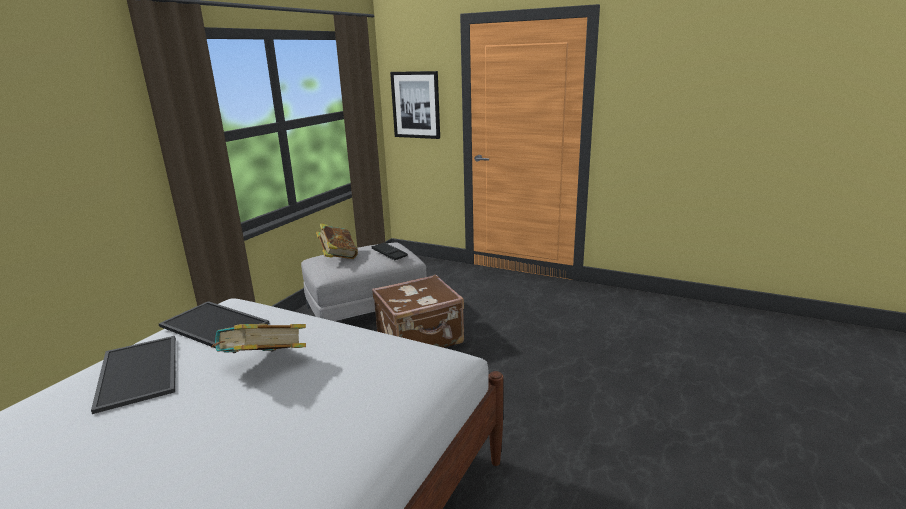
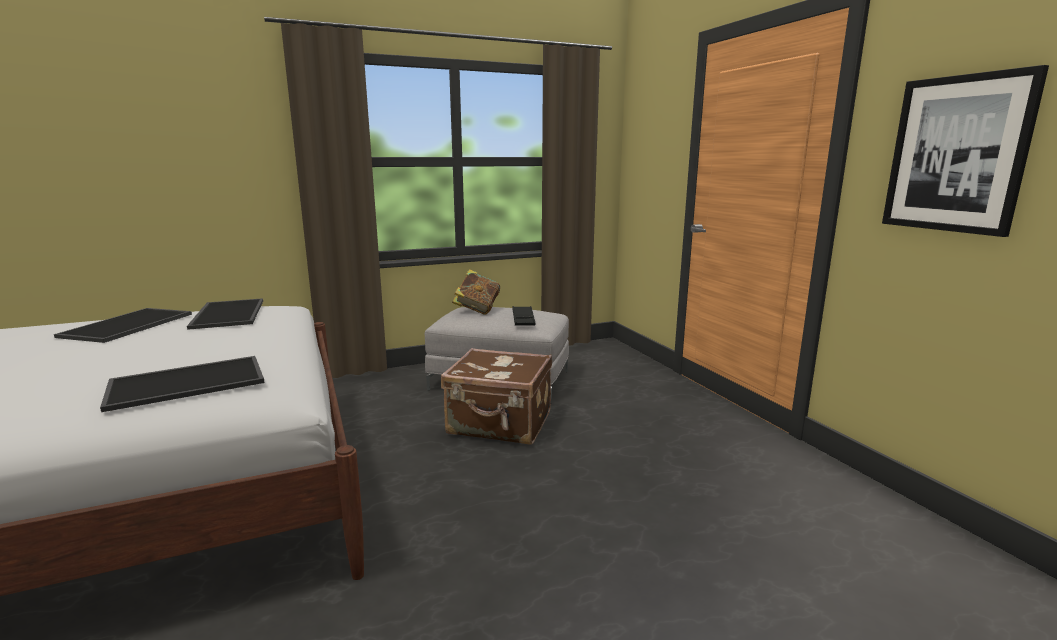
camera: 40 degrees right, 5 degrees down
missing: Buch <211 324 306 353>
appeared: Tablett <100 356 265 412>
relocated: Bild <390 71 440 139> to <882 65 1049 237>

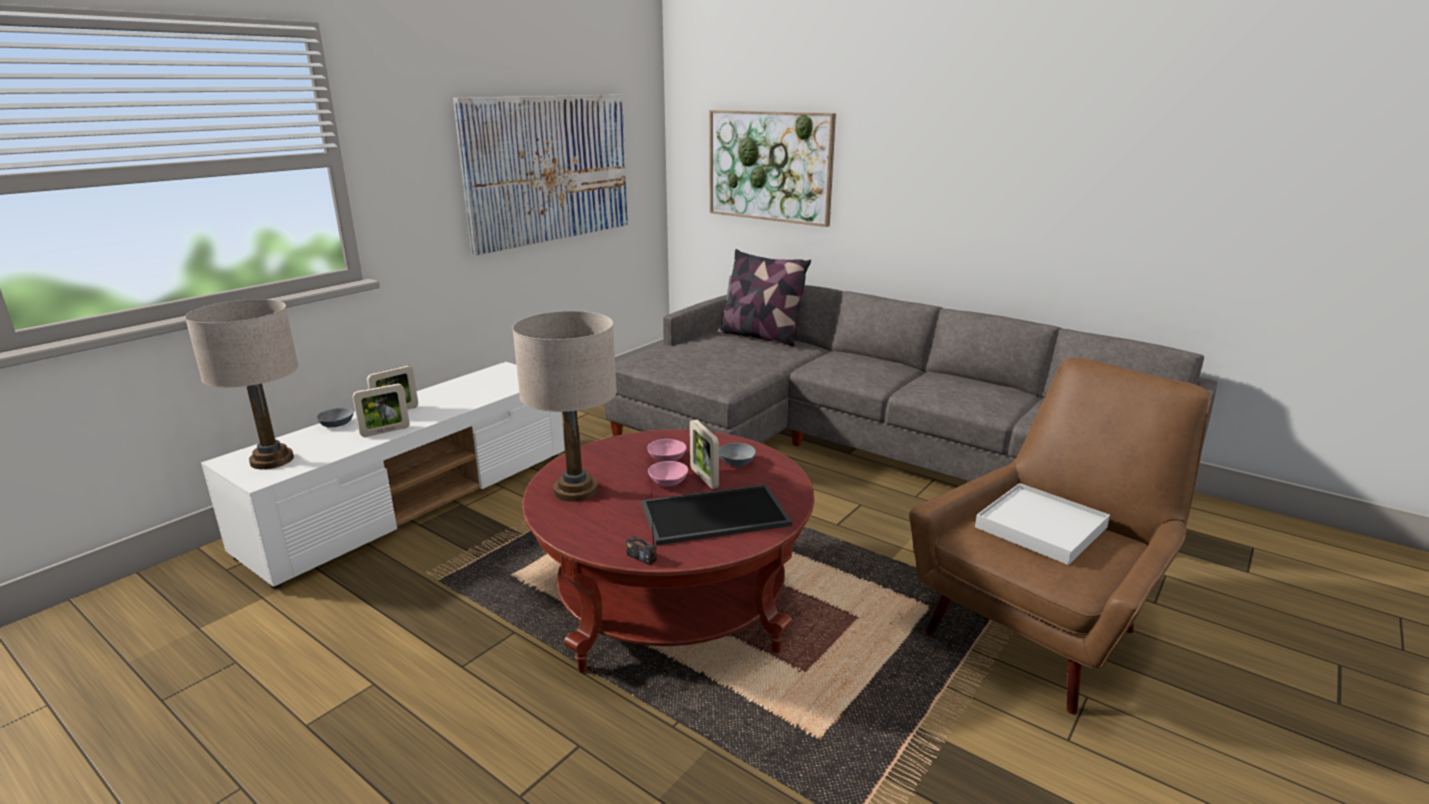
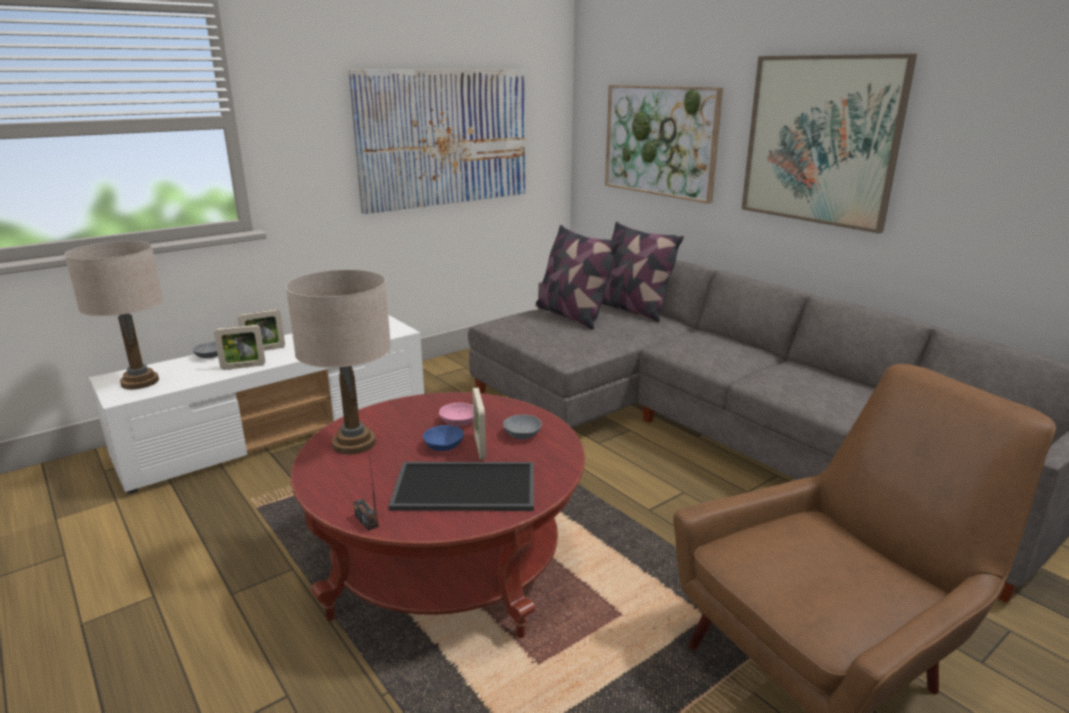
camera: 15 degrees right, 0 degrees up
missing: Tablett (weiß) <975 483 1110 565>
appeared: Kissen <535 225 620 329>; Bild <741 54 917 234>
colour: Schüssel (rosa) <648 461 688 486> to Schüssel (blau) <423 425 464 451>

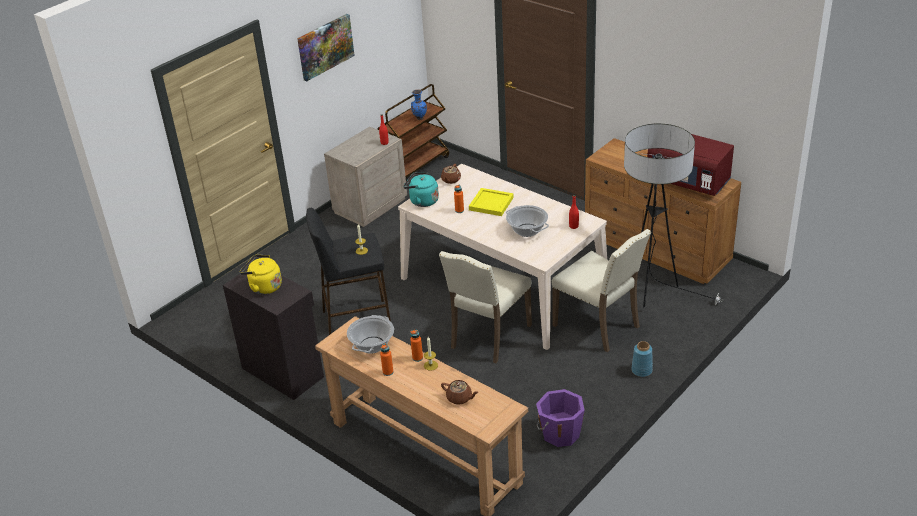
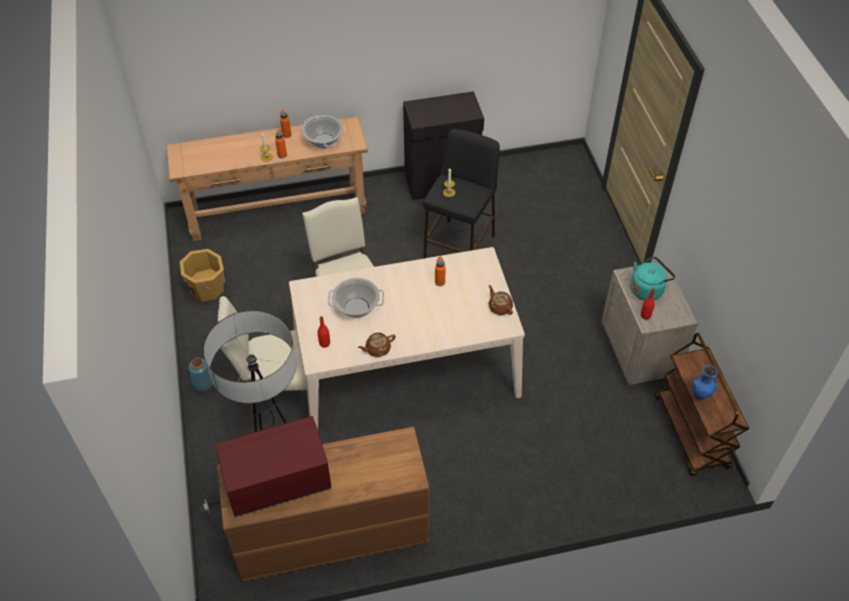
camera: 125 degrees right, 15 degrees up
missing: Wasserkessel (gelb) <239 255 282 295>; Bild <297 14 355 81>; Tablett (gelb) <469 188 514 216>
relocated: Wasserkessel (türkis) <403 172 439 207> to <631 257 675 301>; Teekanne (braun) <441 380 479 405> to <358 333 396 357>
colour: Eimer (lila) <536 389 585 447> to Eimer (orange) <180 249 225 302>

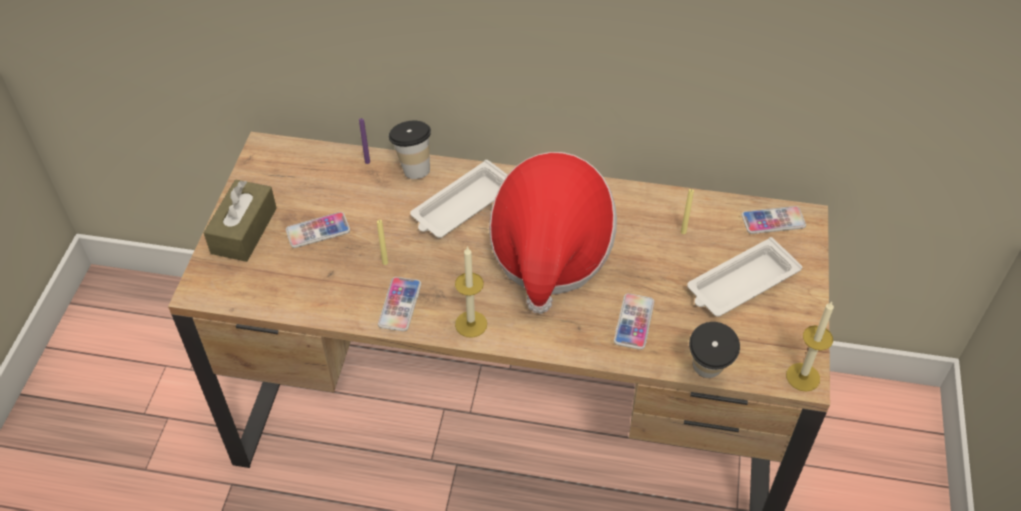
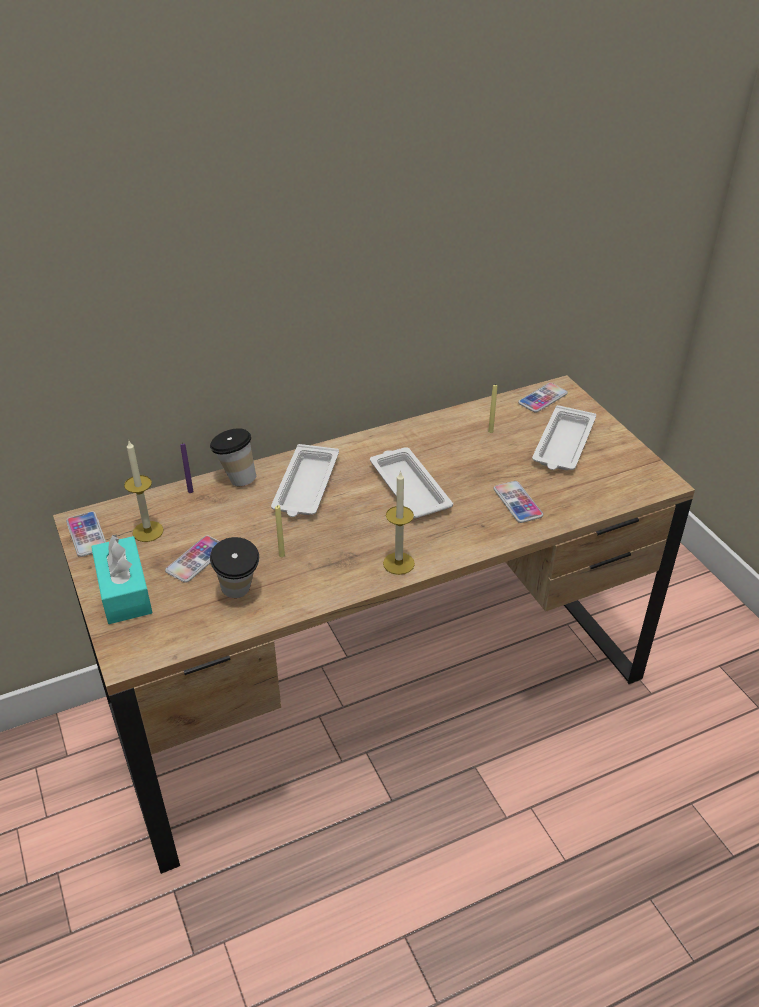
camera: 35 degrees left, 10 degrees down
relocated: Handy <378 277 421 331> to <66 512 106 557>; Tasse <689 322 740 378> to <210 537 259 598>; Kerze <786 302 834 392> to <124 441 164 542>
exchanged: Hut <489 152 617 314> to Tablett (weiß) <370 447 453 518>
colour: Taschentuchbox (braun) <204 179 277 262> to Taschentuchbox (türkis) <91 534 152 624>

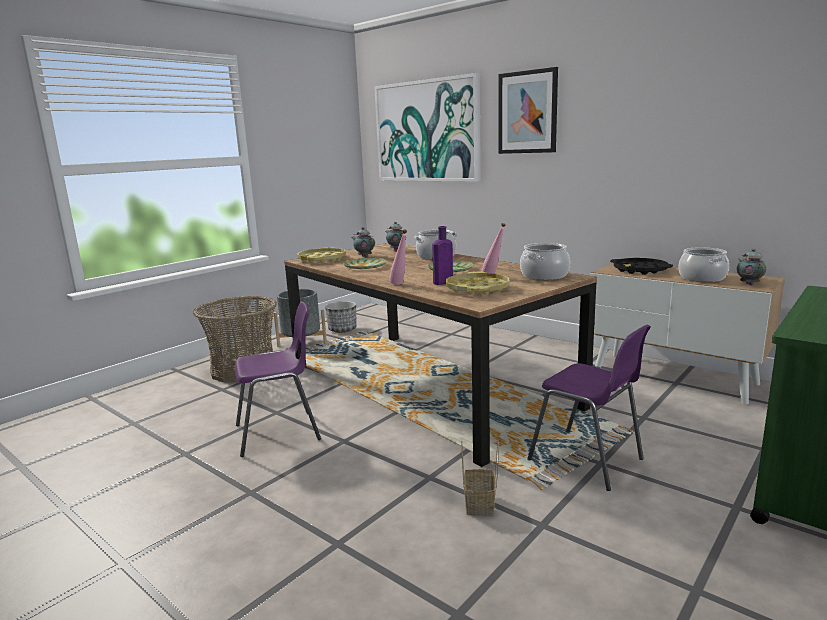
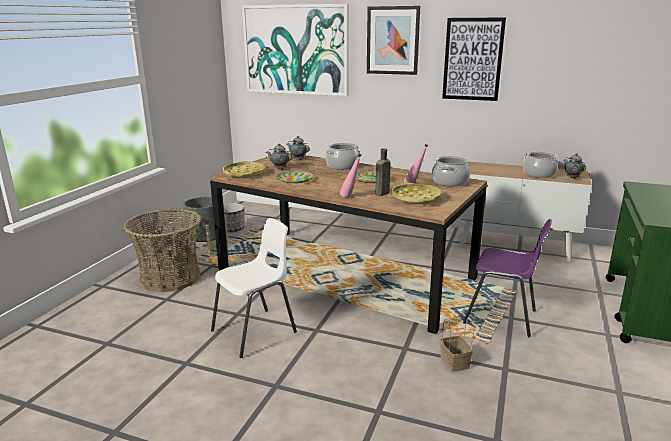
camera: 20 degrees left, 5 degrees up
missing: Tablett (schwarz) <610 258 673 275>
appeared: Bild <442 17 506 101>
colour: Stuhl (lila) <235 302 321 457> to Stuhl (weiß) <211 218 297 358>; Flasche (lila) <432 226 453 285> to Flasche (braun) <375 148 391 196>

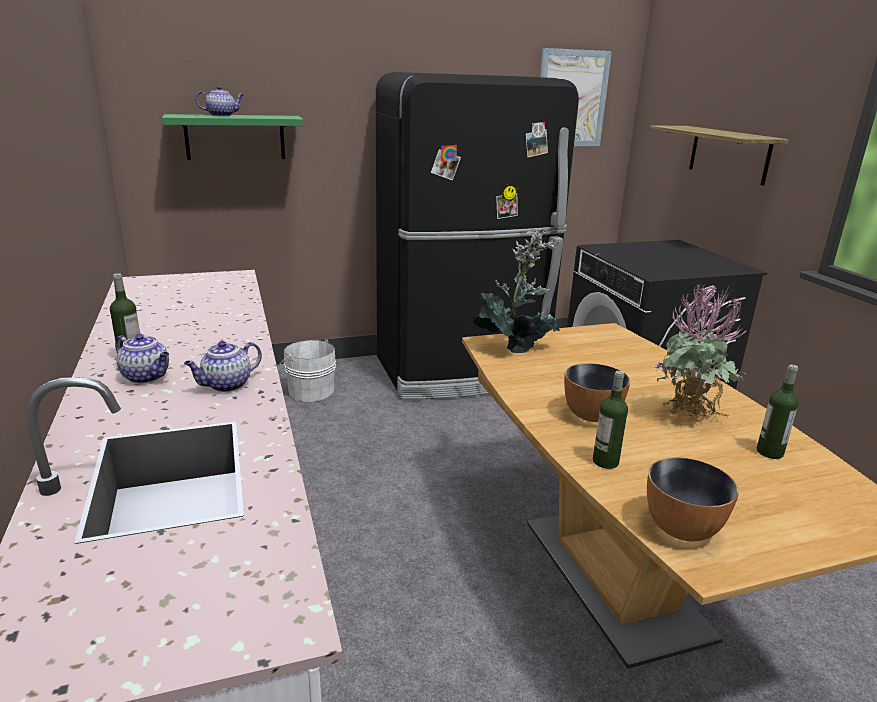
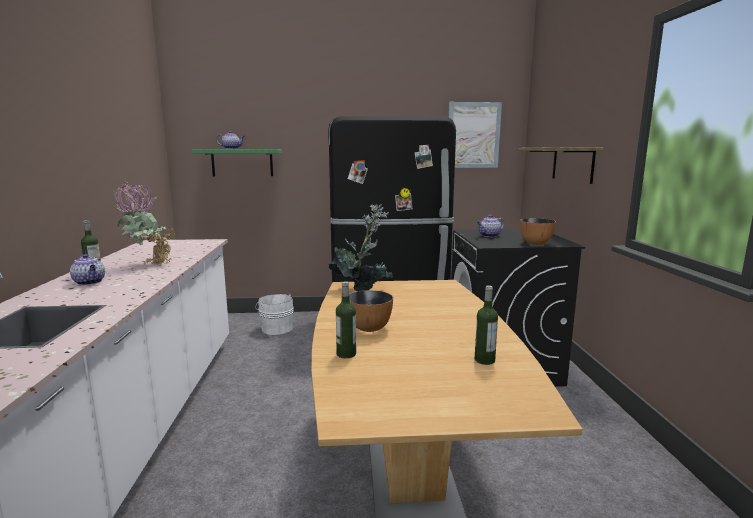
camera: 15 degrees right, 10 degrees down
relocated: Teekanne <184 341 262 392> to <476 215 504 237>; Schüssel <647 457 739 541> to <520 218 556 245>; Topfpflanze <654 283 747 421> to <113 181 177 265>

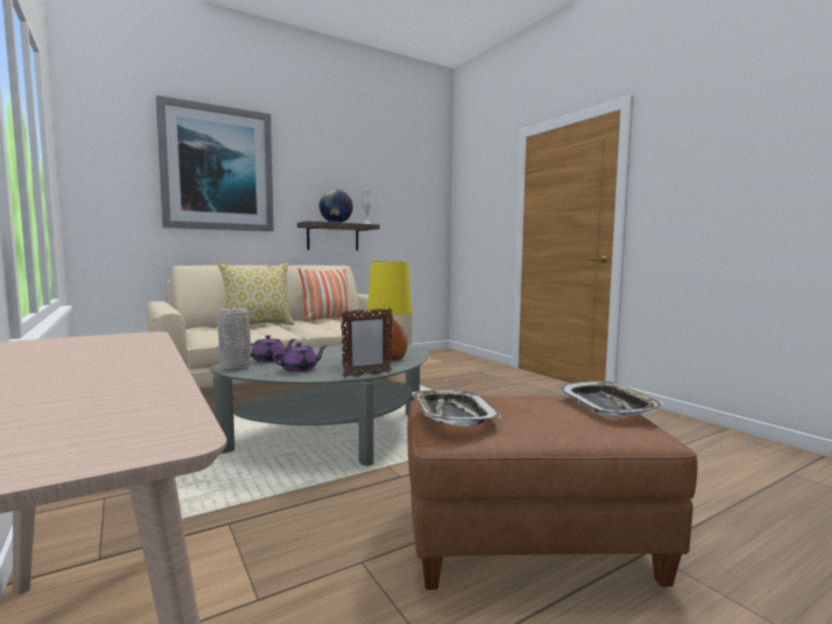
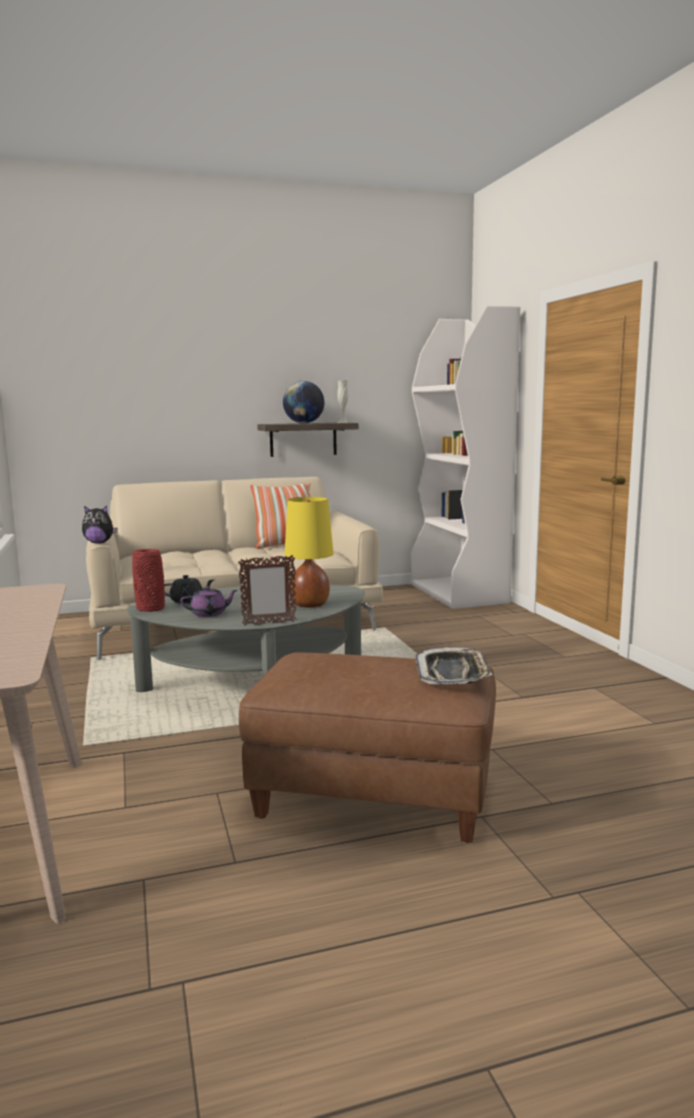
camera: 15 degrees right, 5 degrees up
missing: Bild <156 95 274 232>; Kissen <218 263 295 325>; Tablett <412 390 501 426>
appeared: Plüschtier <82 506 118 544>; Bücherregal (weiß) <411 306 520 609>
colour: Vase (grau) <218 309 251 370> to Vase (rot) <132 549 165 612>; Teekanne (lila) <250 335 296 362> to Teekanne (schwarz) <164 575 215 604>

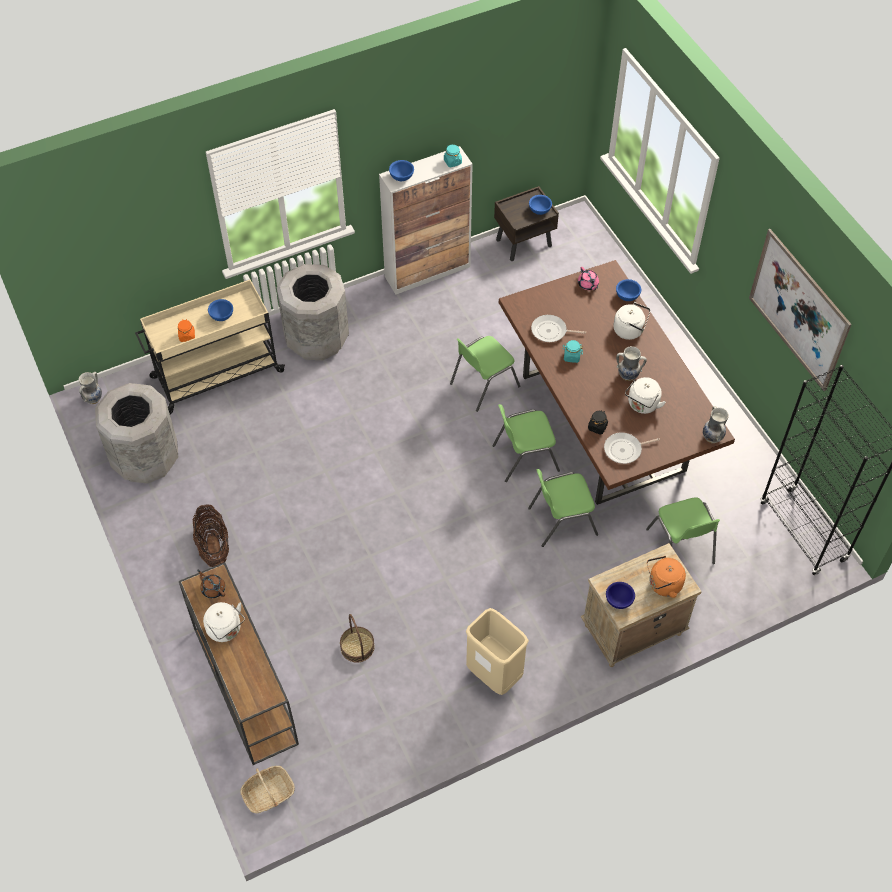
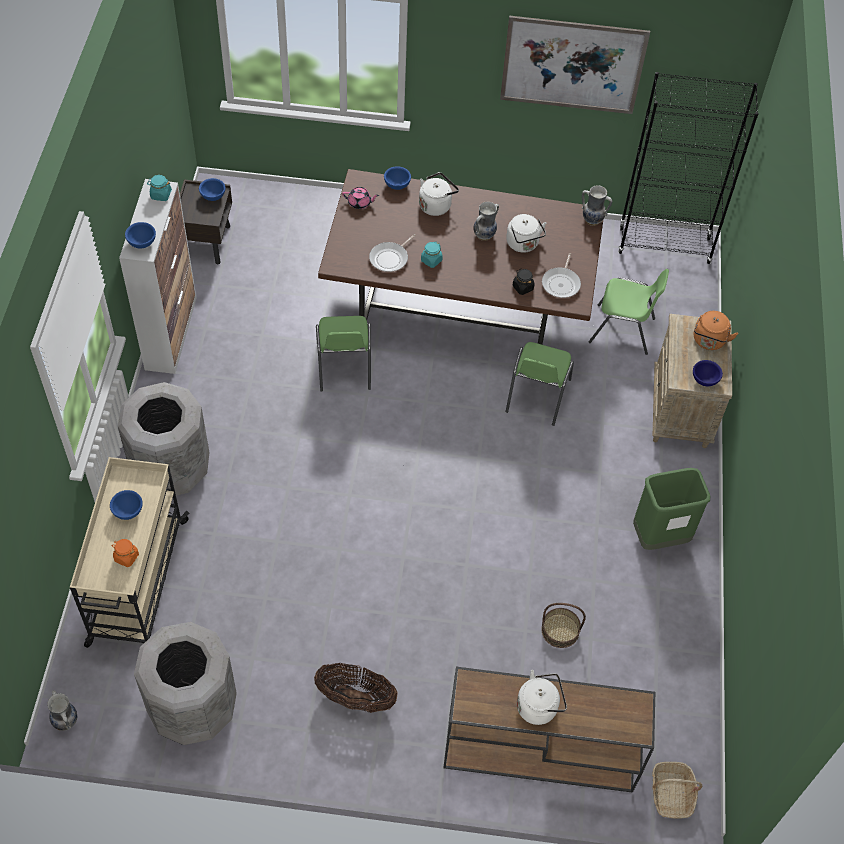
camera: 60 degrees left, 0 degrees up
missing: Teekanne (braun) <197 570 225 598>; Stuhl (grün) <492 404 560 482>
colour: Mülleimer (beige) <466 608 529 695> to Mülleimer (grün) <633 468 710 550>

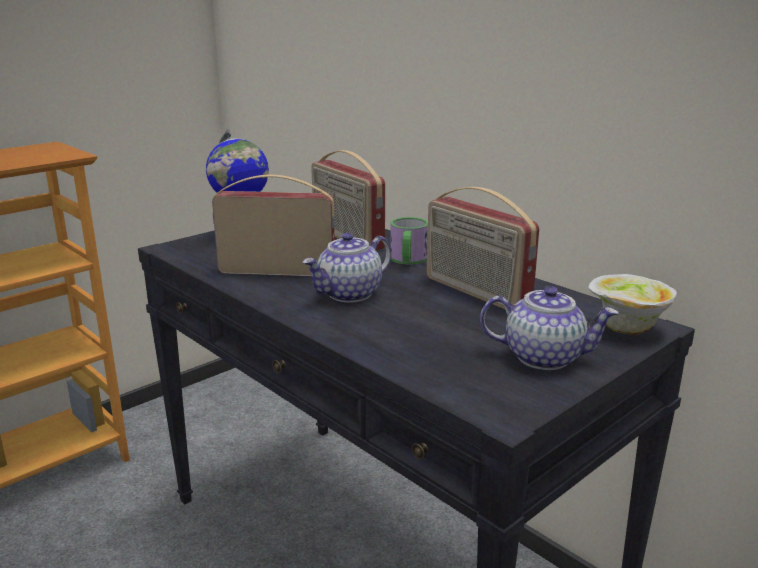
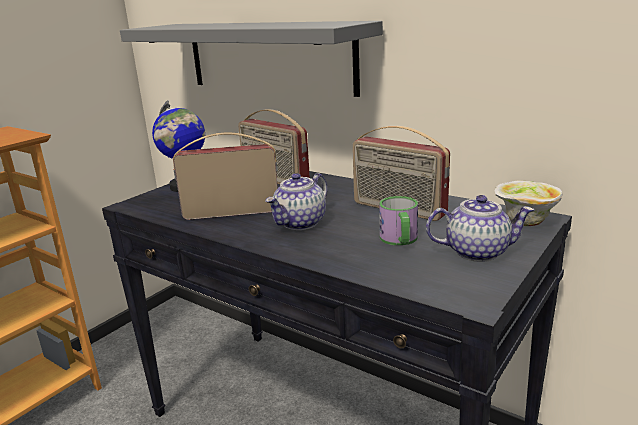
camera: 10 degrees left, 0 degrees up
appeared: Wandregal (grau) <120 21 383 97>
relocated: Henkelbecher <390 217 428 265> to <379 196 418 246>

